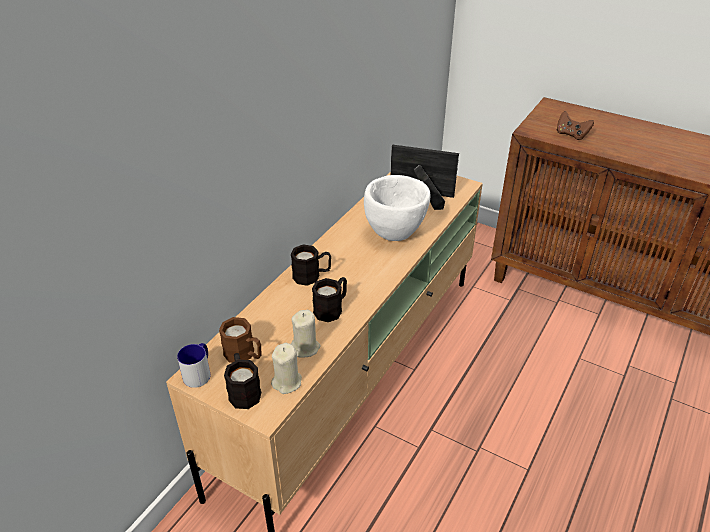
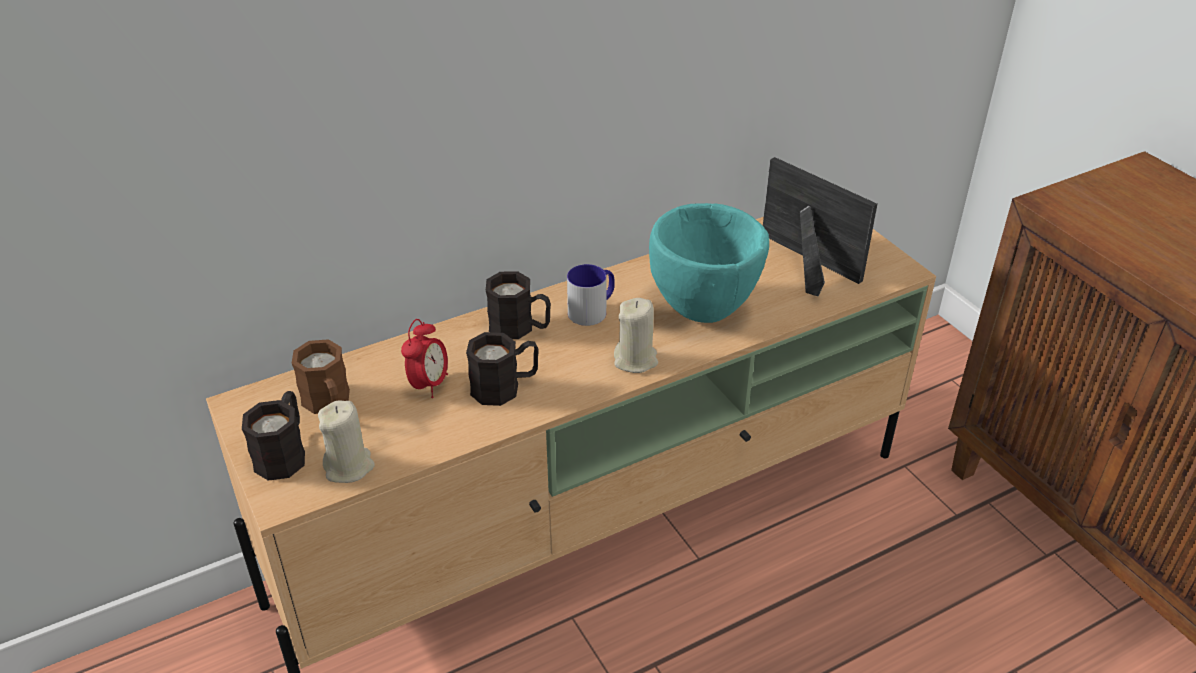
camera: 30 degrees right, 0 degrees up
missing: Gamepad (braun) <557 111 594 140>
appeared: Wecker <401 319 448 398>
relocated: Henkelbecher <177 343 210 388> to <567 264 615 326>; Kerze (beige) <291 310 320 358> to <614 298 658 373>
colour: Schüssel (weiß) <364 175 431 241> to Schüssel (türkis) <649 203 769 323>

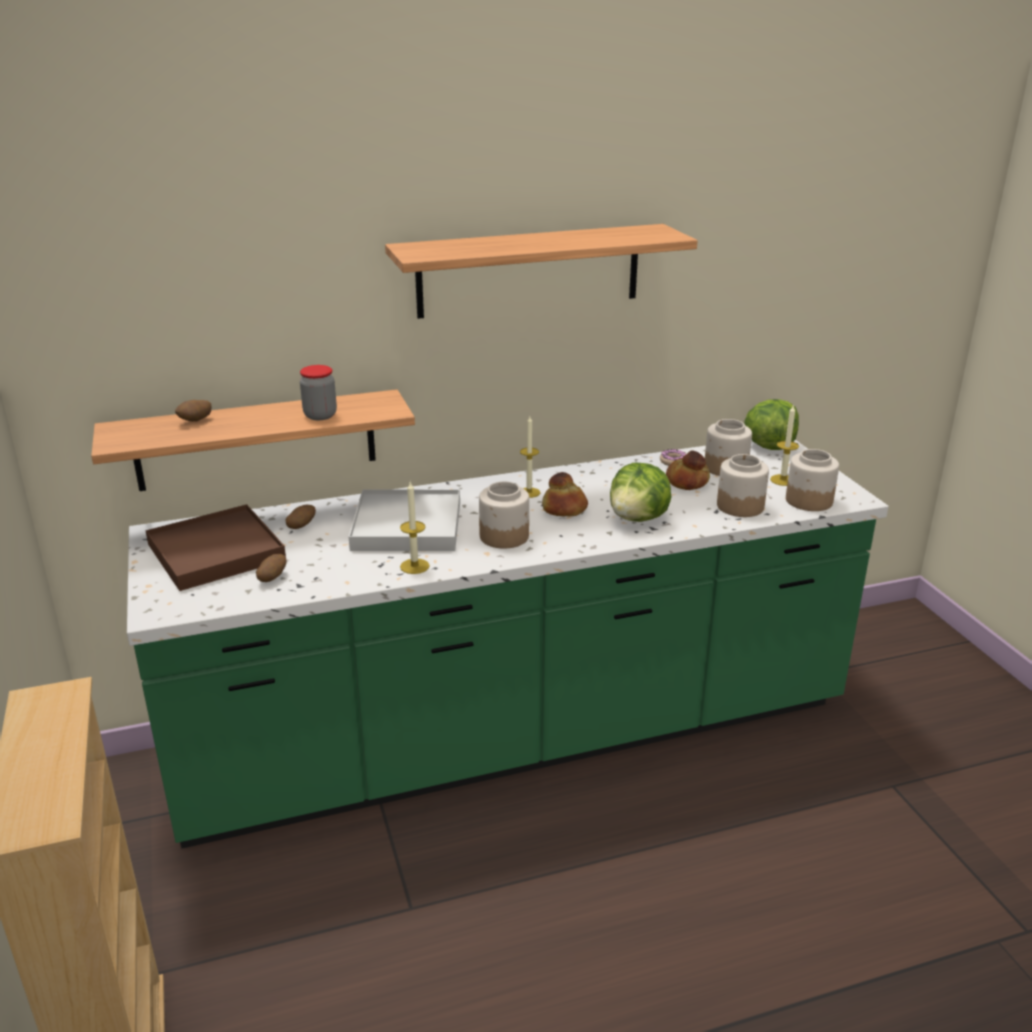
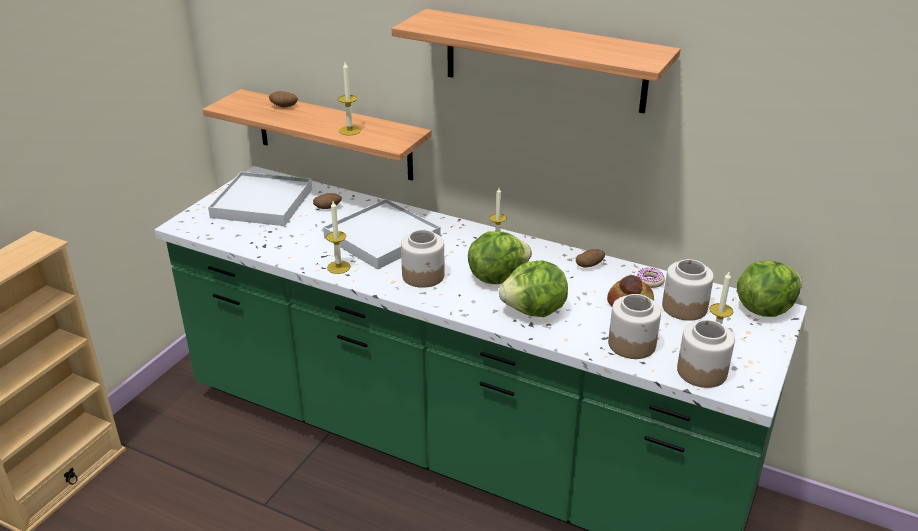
camera: 45 degrees right, 5 degrees up
relocated: Kartoffel <256 554 286 582> to <576 249 605 267>
exchanged: Vorratsglas <300 365 337 420> to Kerze <338 62 361 135>; Brot <542 472 588 516> to Salatkopf <468 231 532 284>
colour: Tablett (braun) <145 504 286 591> to Tablett (weiß) <208 172 312 226>

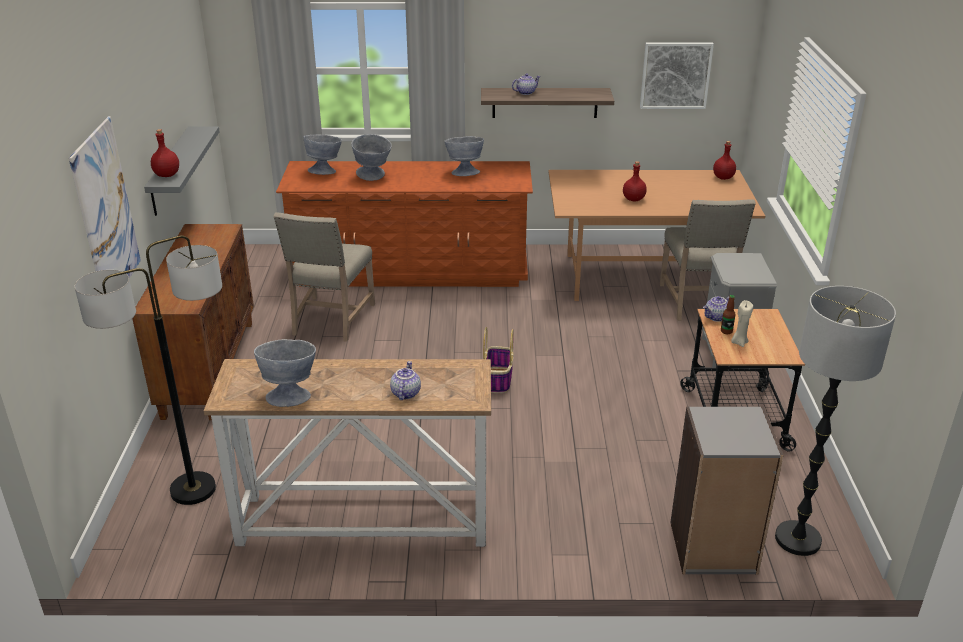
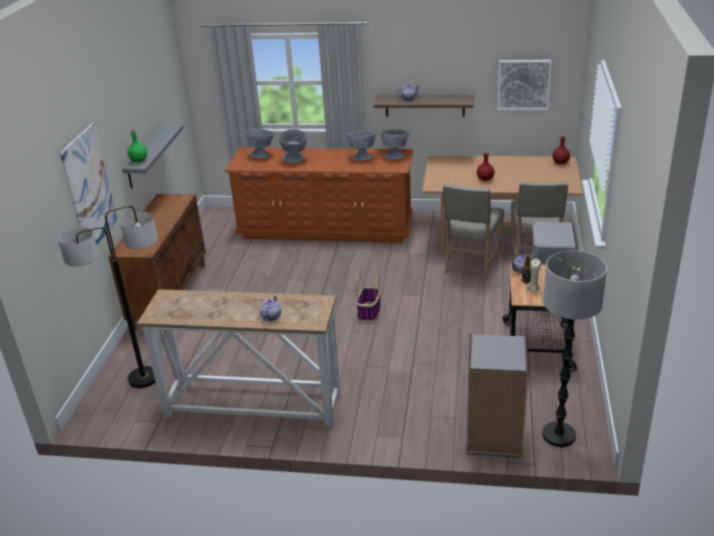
camera: 10 degrees right, 0 degrees up
relocated: Schüssel (grau) <254 339 316 407> to <380 130 409 159>; Stuhl (beige) <273 212 375 342> to <443 184 504 279>
colour: Flasche (rot) <151 129 179 177> to Flasche (grün) <128 129 147 162>

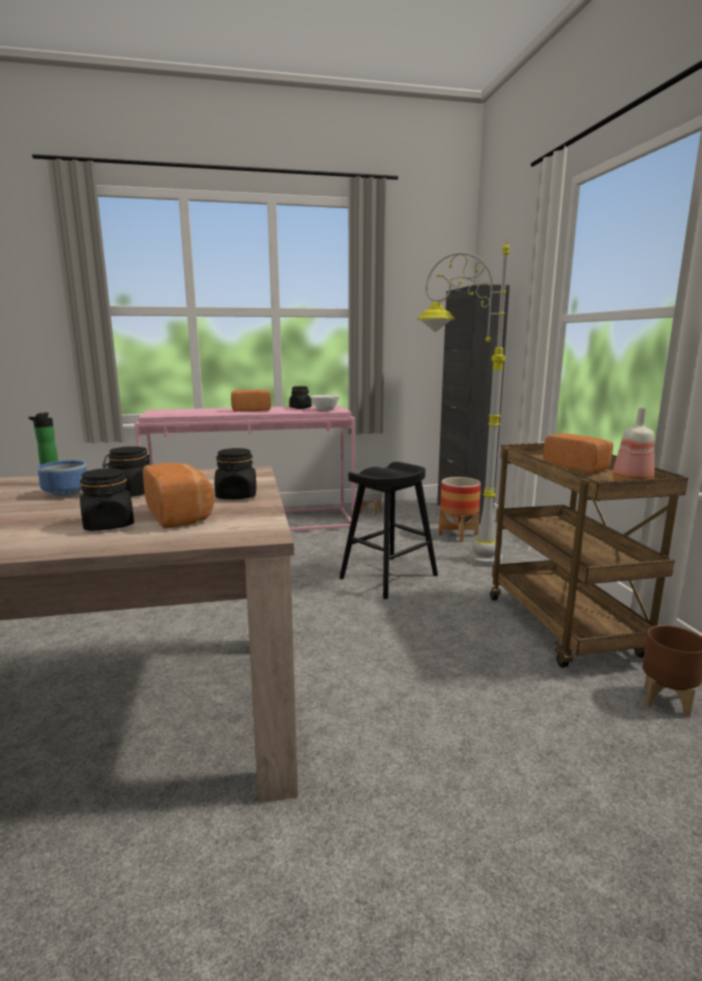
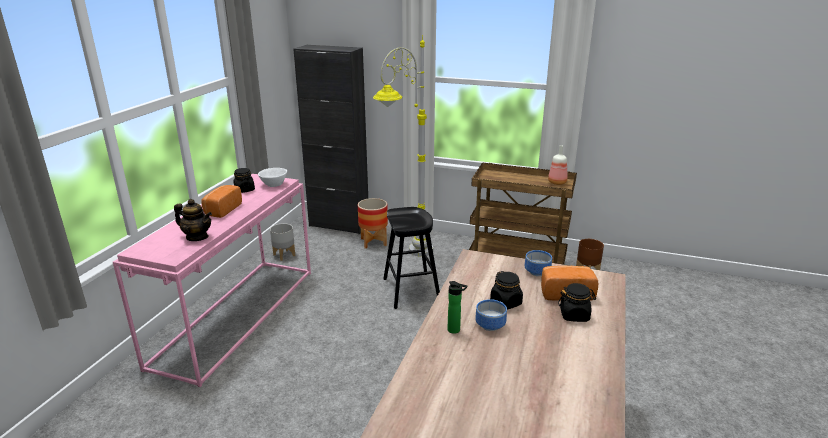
camera: 60 degrees left, 10 degrees up
missing: Brot <543 433 613 473>
appeared: Teekanne <174 199 212 241>
exchanged: Vorratsglas (schwarz) <215 448 256 500> to Schüssel <524 250 552 276>

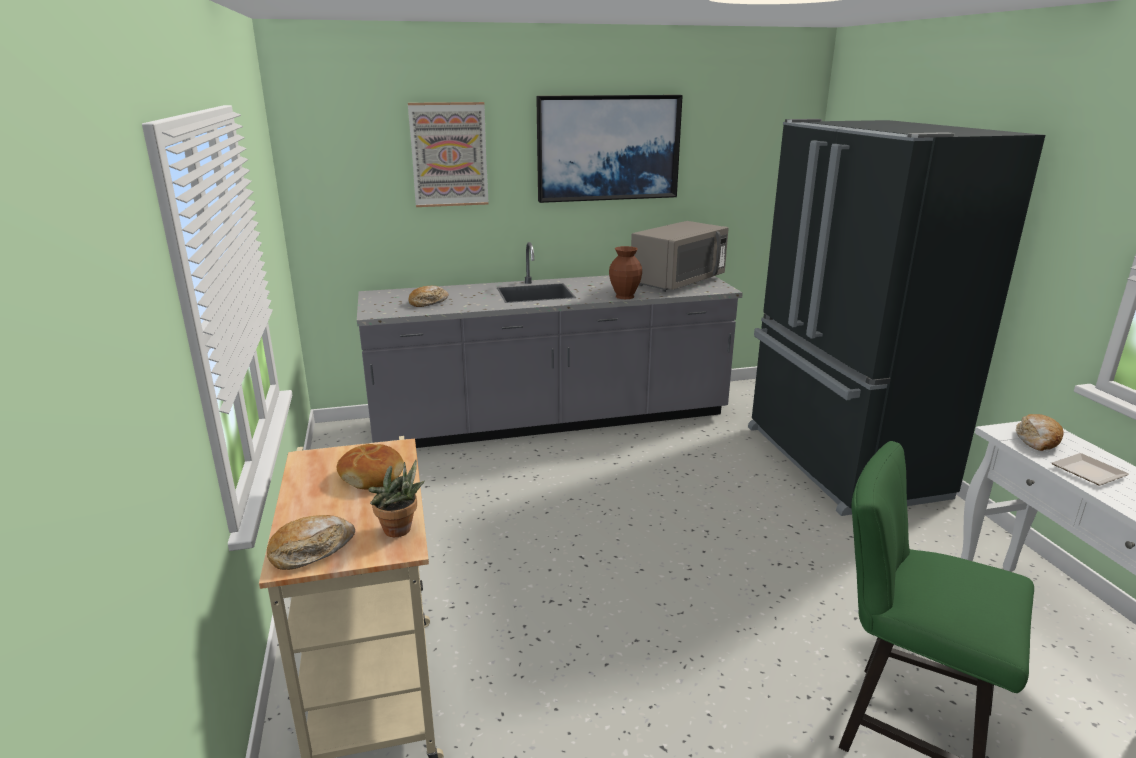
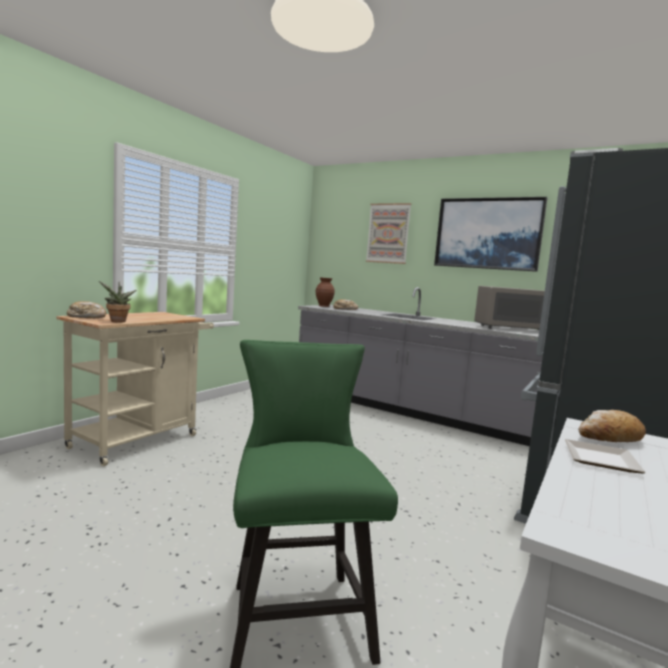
camera: 45 degrees right, 15 degrees down
missing: Brot <337 444 404 489>
relocated: Vase (braun) <609 246 642 299> to <316 277 335 307>

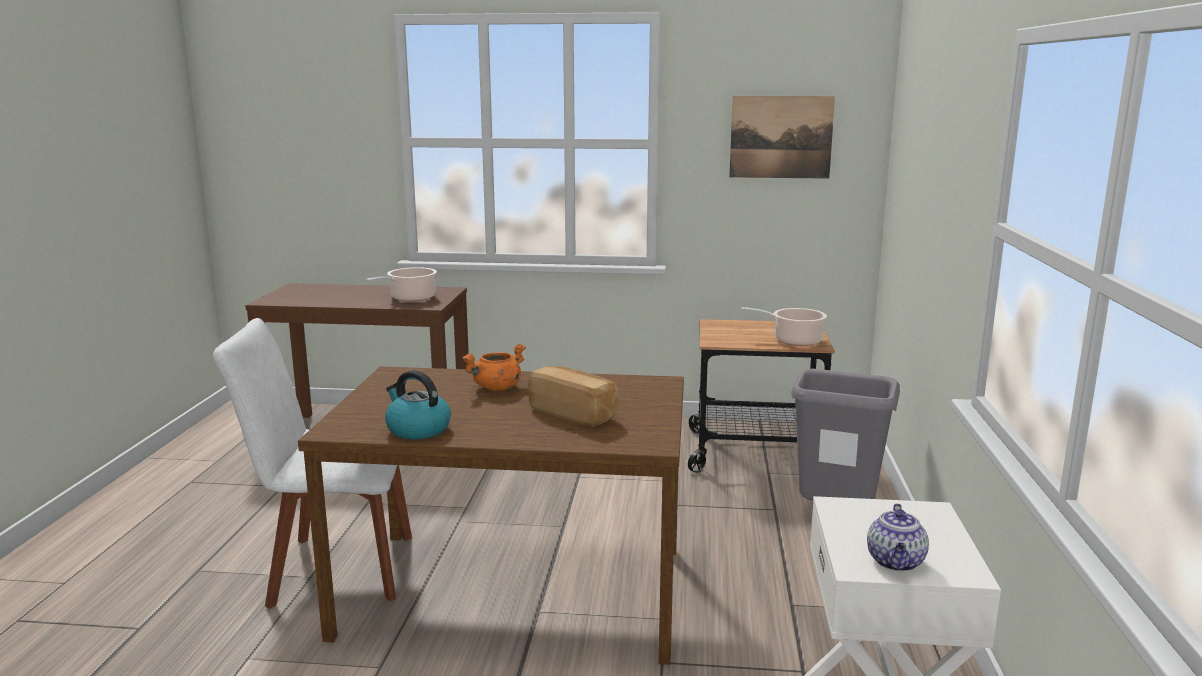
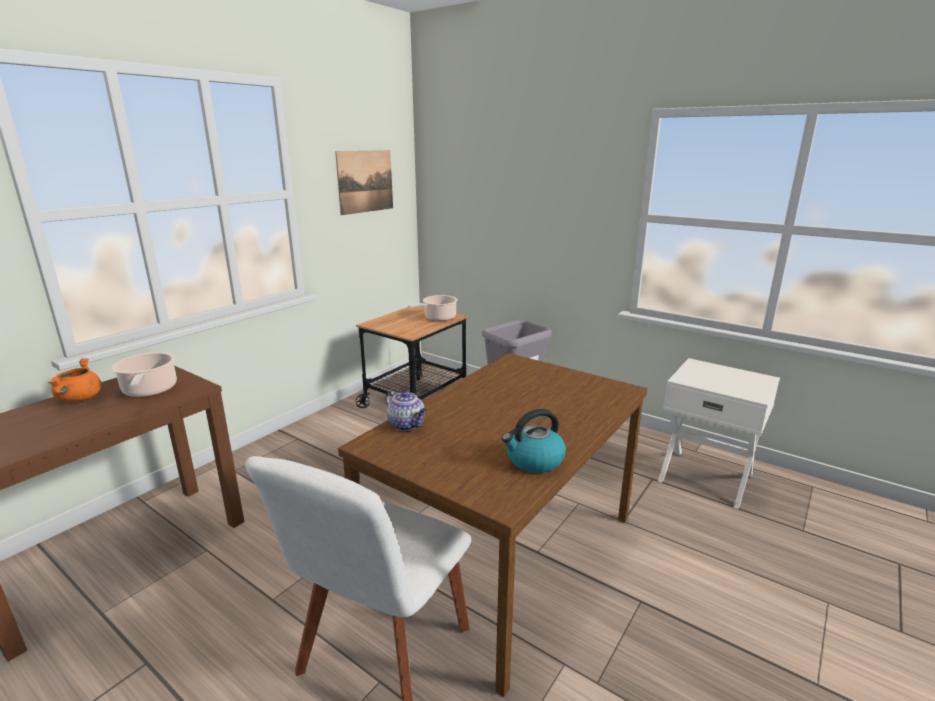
camera: 60 degrees left, 5 degrees up
missing: Brot <528 366 618 427>
relocated: Kochtopf (orange) <462 344 526 391> to <48 358 102 402>; Teekanne <867 503 929 571> to <385 390 427 431>

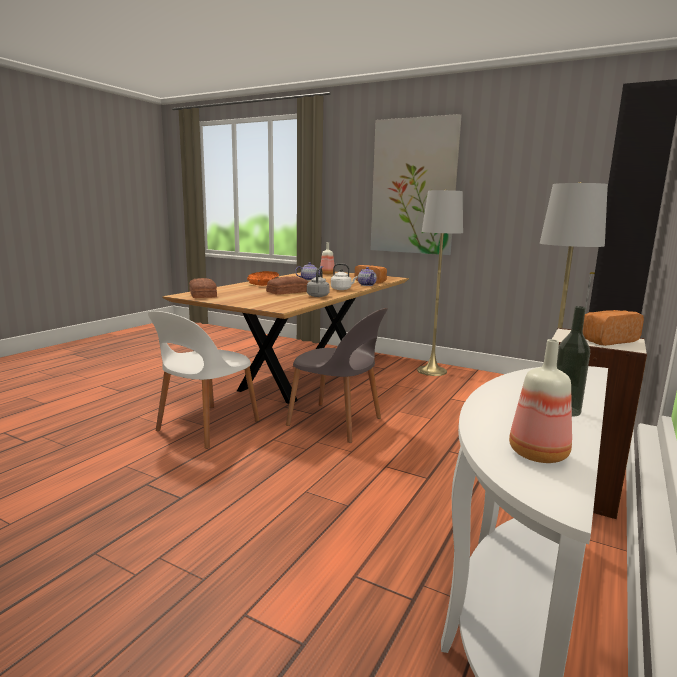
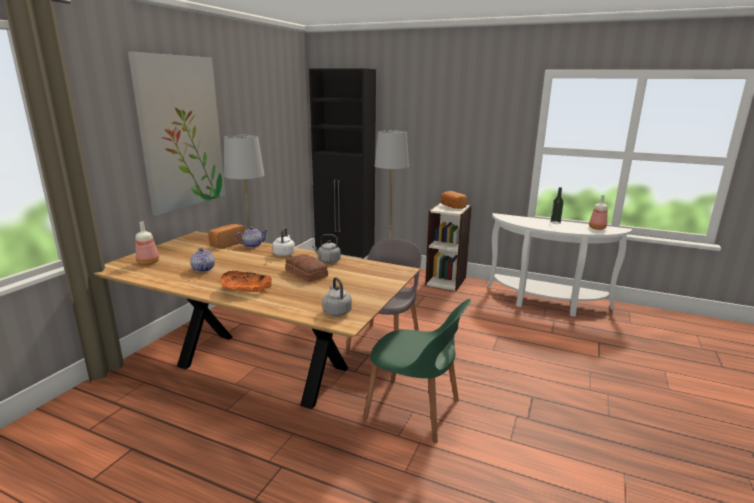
camera: 95 degrees left, 5 degrees up
exchanged: Brot <189 278 217 298> to Wasserkessel (grau) <322 277 352 316>
colour: Stuhl (weiß) <148 311 260 449> to Stuhl (grün) <363 299 471 443>

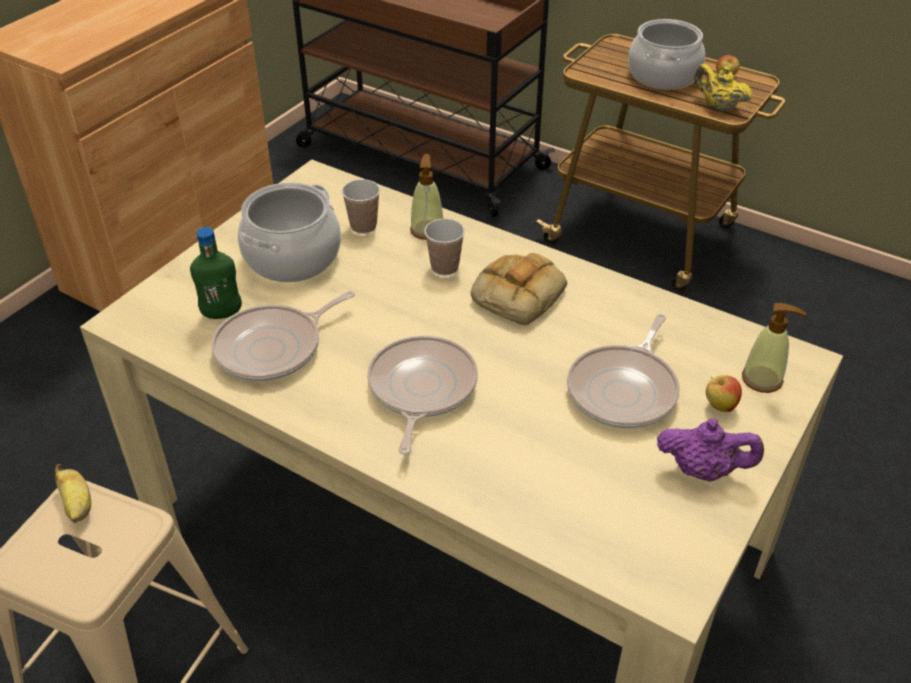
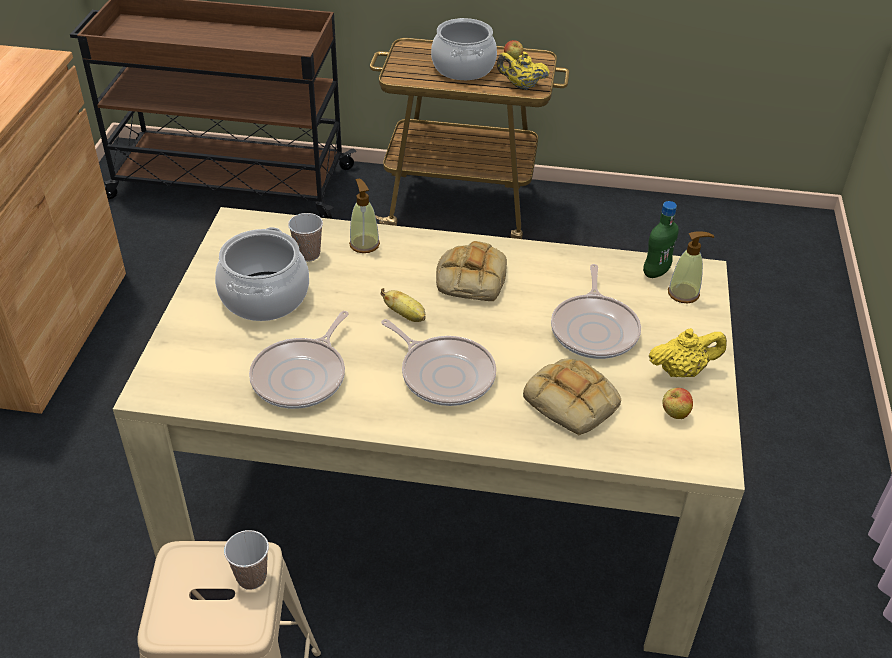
camera: 25 degrees left, 0 degrees up
appeared: Brot <523 359 621 435>
relocated: Banane <55 464 91 523> to <381 288 426 322>; Flasche (grün) <190 227 242 319> to <643 201 679 278>; Tasse <424 219 465 276> to <224 530 269 590>; Apfel <706 375 742 412> to <662 388 693 419>
colour: Teekanne (lila) <657 418 764 482> to Teekanne (gelb) <649 328 727 377>
spun: Pfanne <367 335 478 455> = <381 319 496 406> 150 degrees clockwise

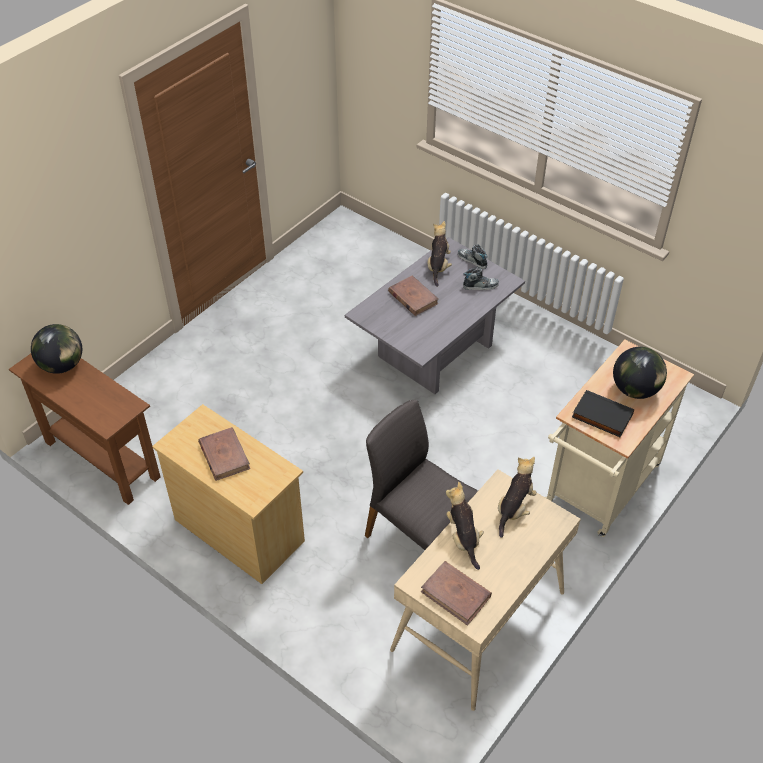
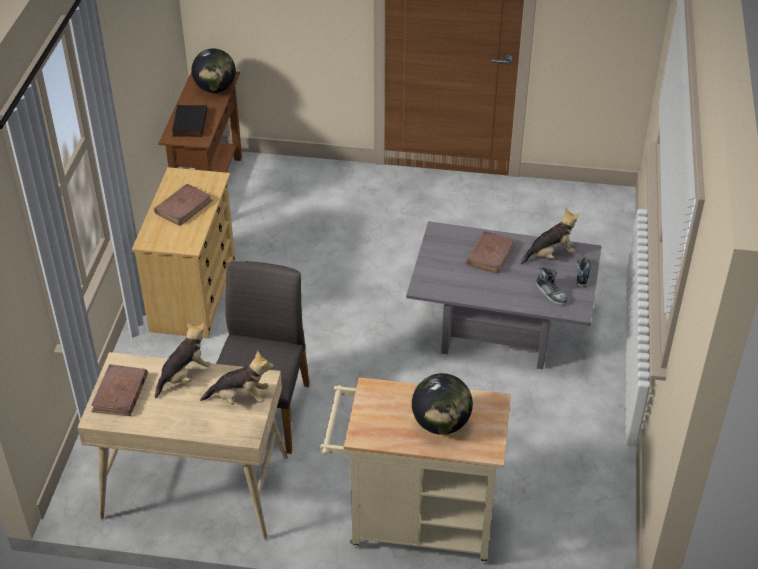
camera: 60 degrees right, 5 degrees down
relocated: Buch (schwarz) <572 390 634 437> to <172 105 207 137>

